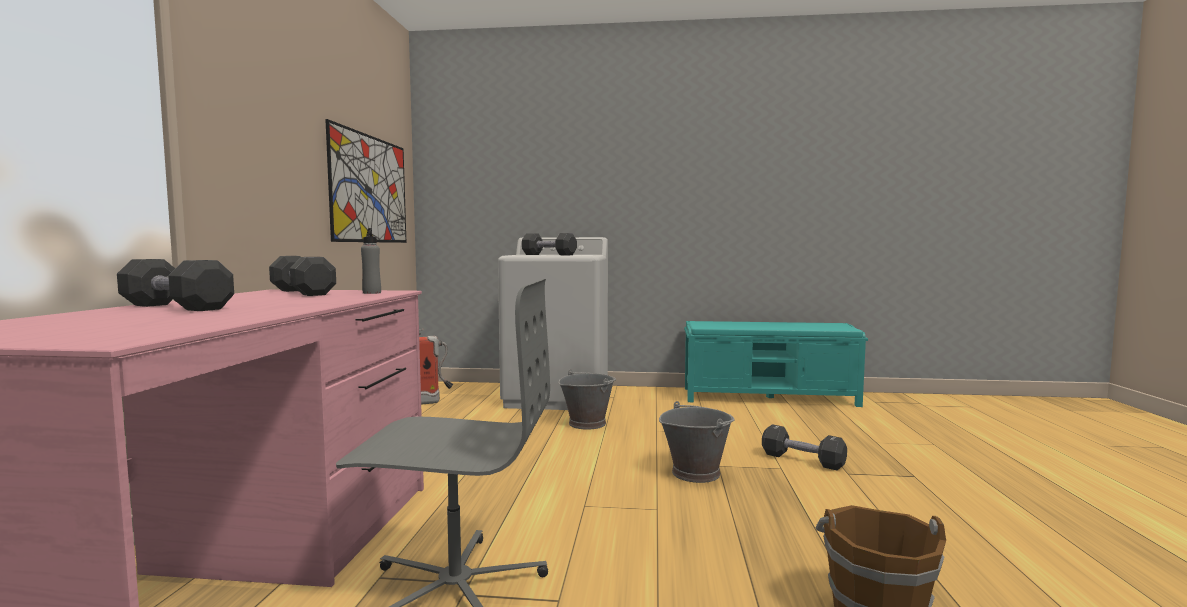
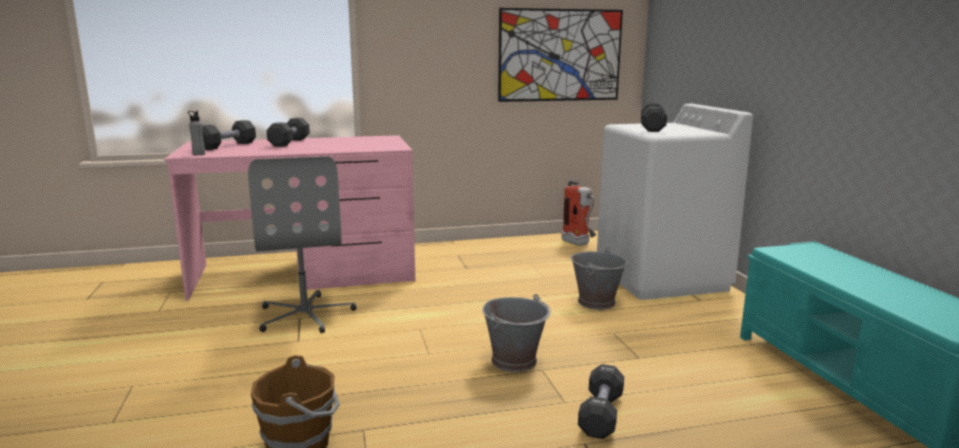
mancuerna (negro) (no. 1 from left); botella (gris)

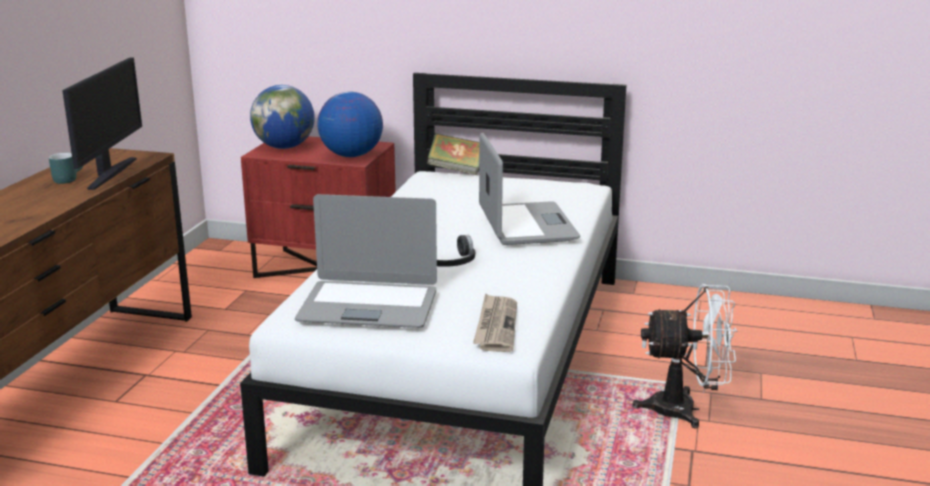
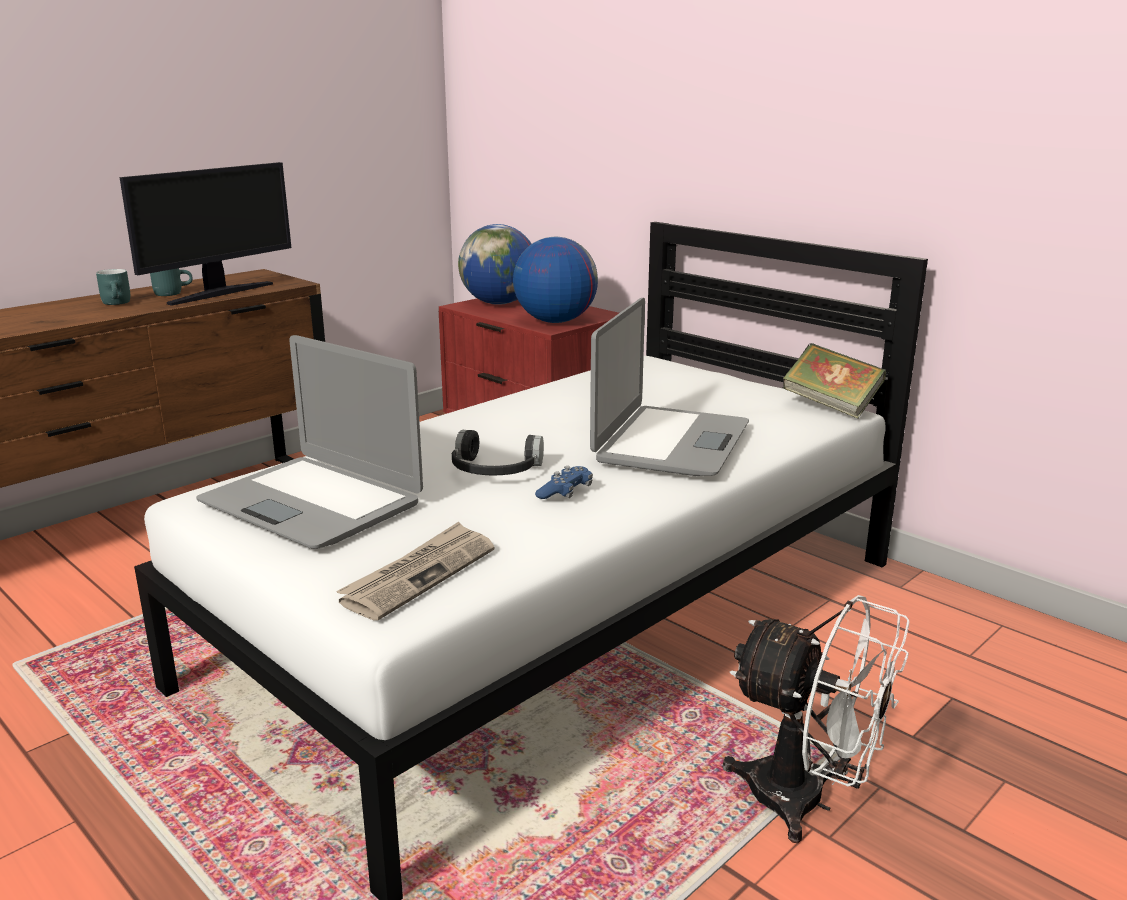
taza grande (turquesa) (no. 1 from left); mando de consola (azul); libro

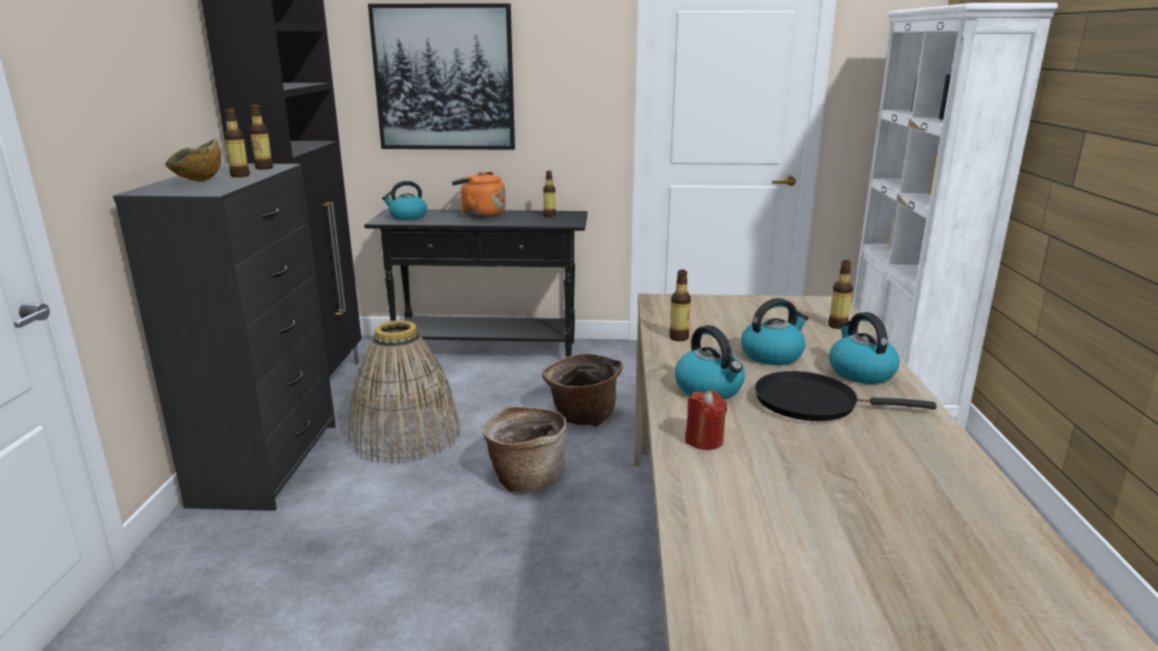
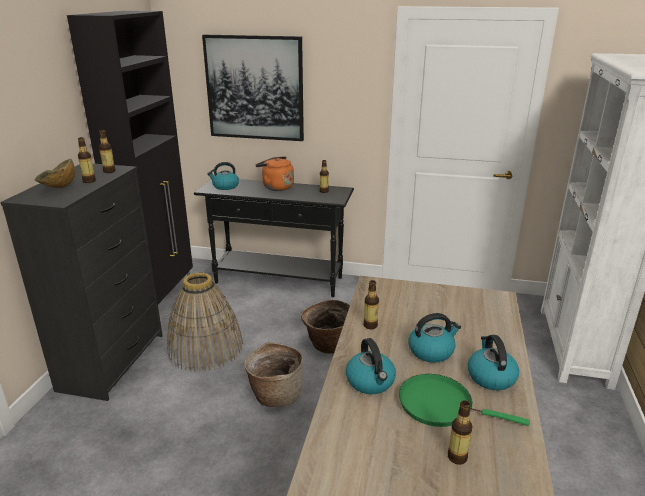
vela (rojo); botella (no. 5 from left); sartén (verde)

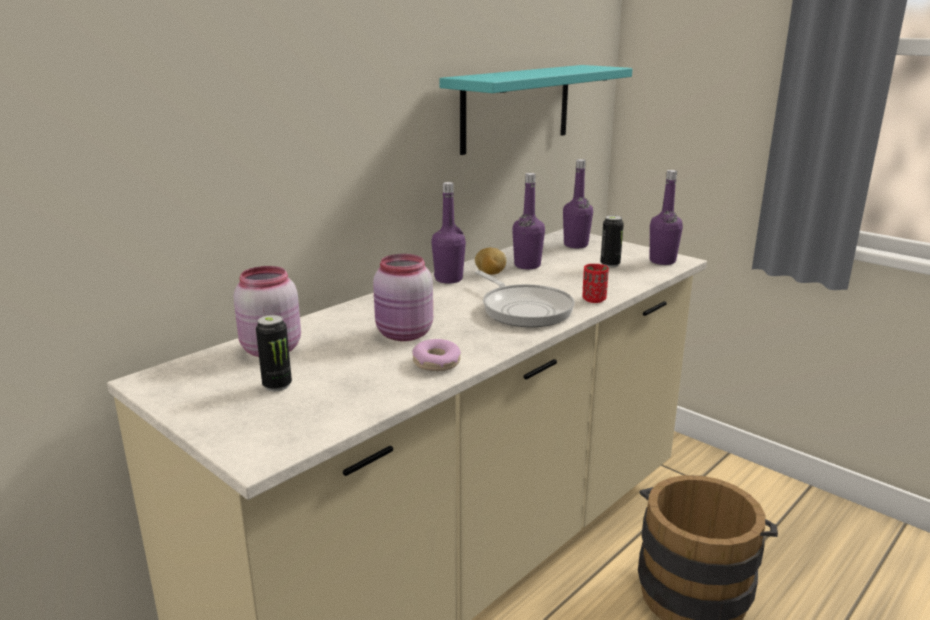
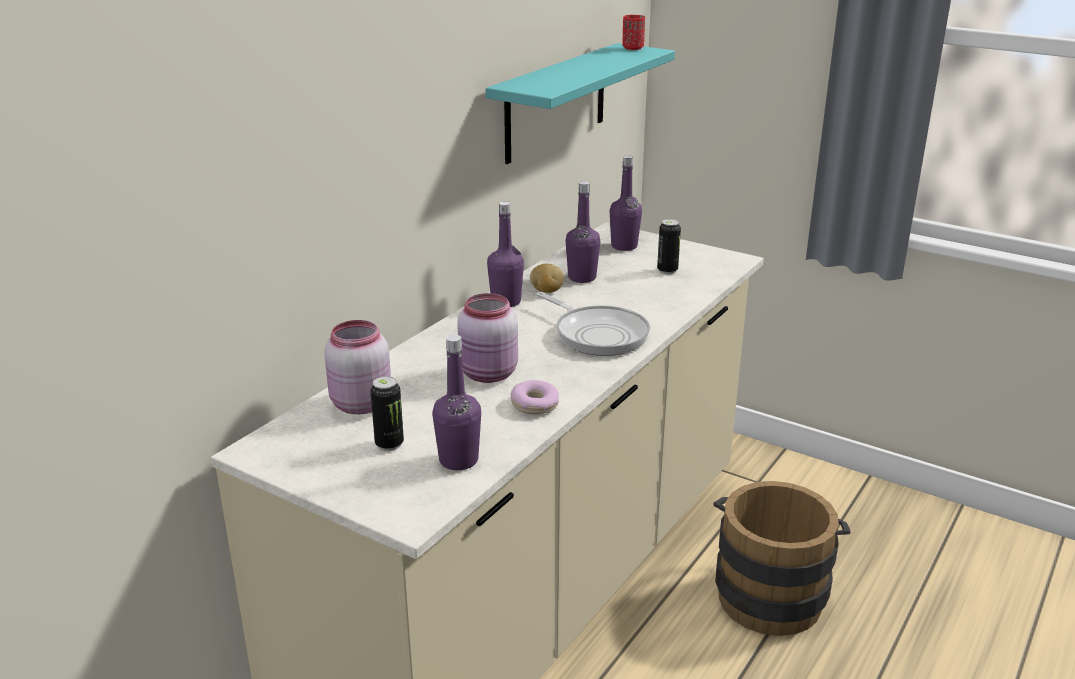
taza (rojo); botella (morado) (no. 1 from left)

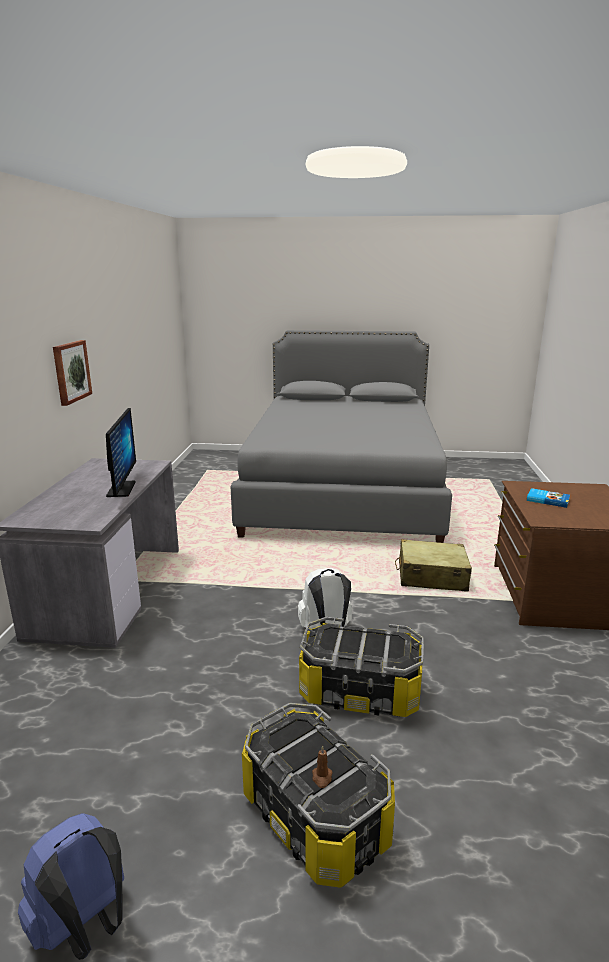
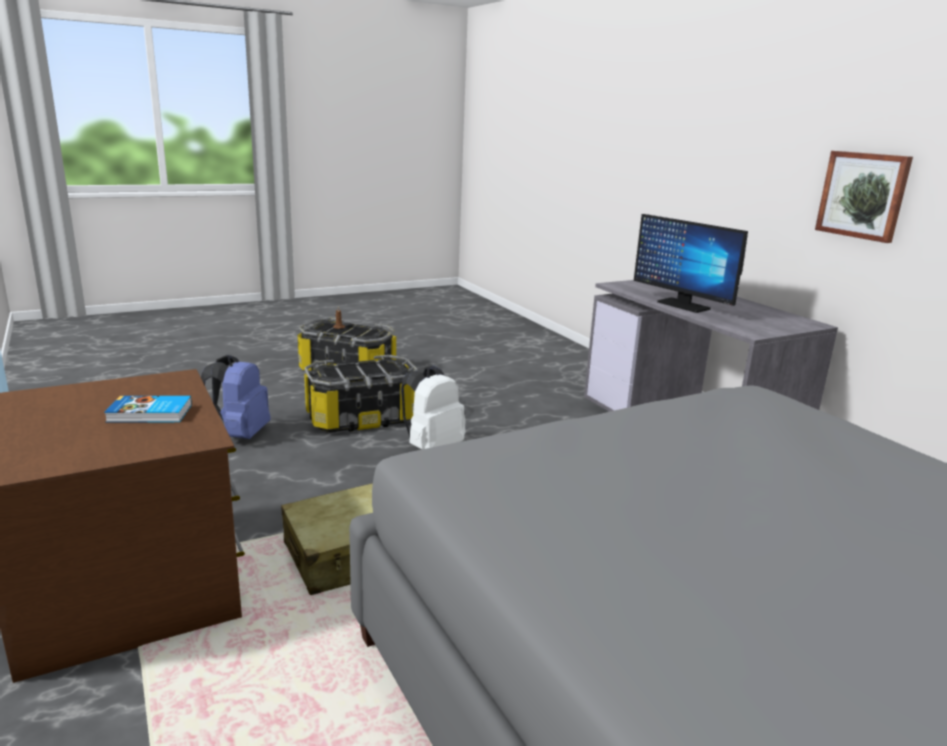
mochila (azul)

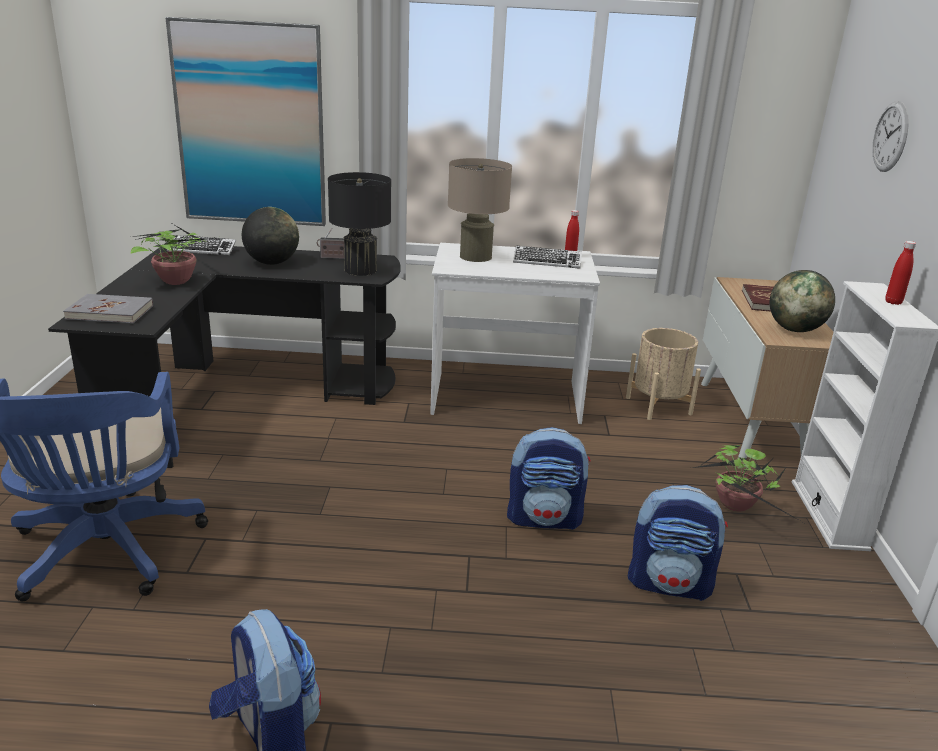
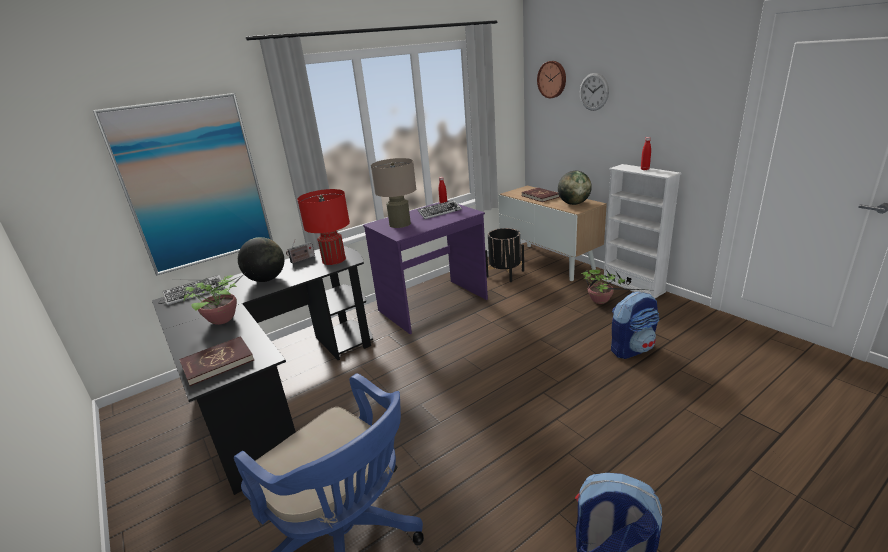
mochila (no. 2 from left in the first image); reloj de pared (no. 1 from left); libro (rojo) (no. 1 from left); lámpara de mesa (rojo); escritorio (morado); maceta (negro)

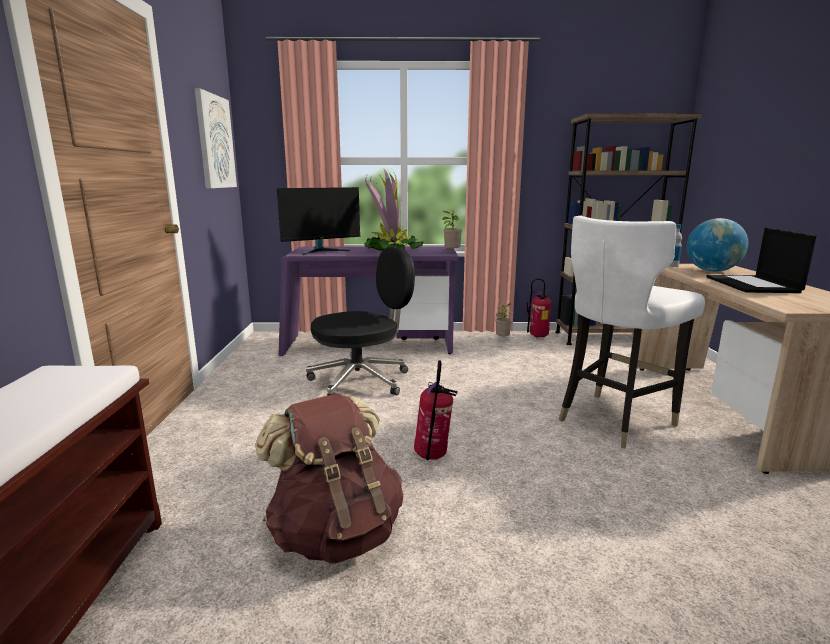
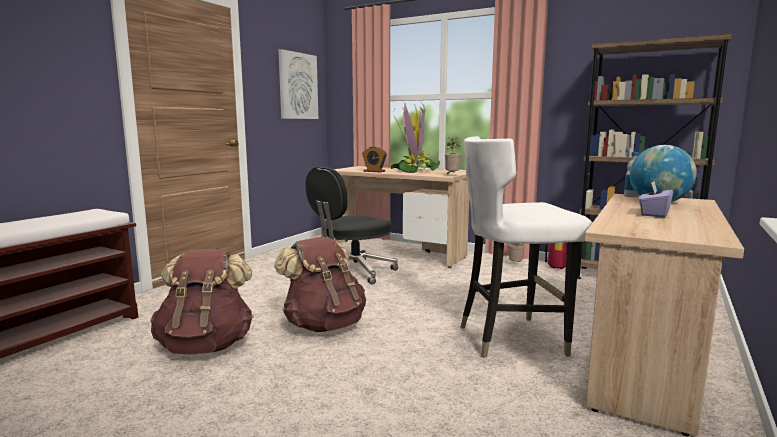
monitor; despertador; mochila (marrón) (no. 2 from left); caja de pañuelos (morado); escritorio (beis) (no. 1 from left); silla de oficina (negro)

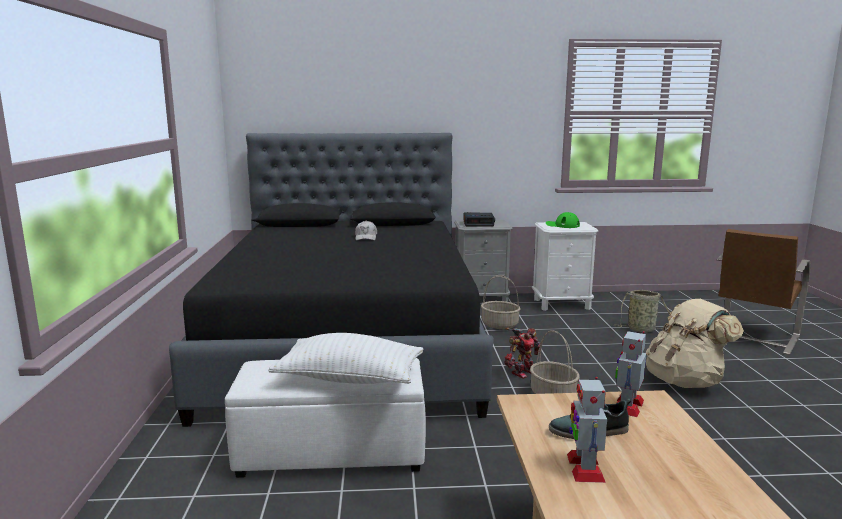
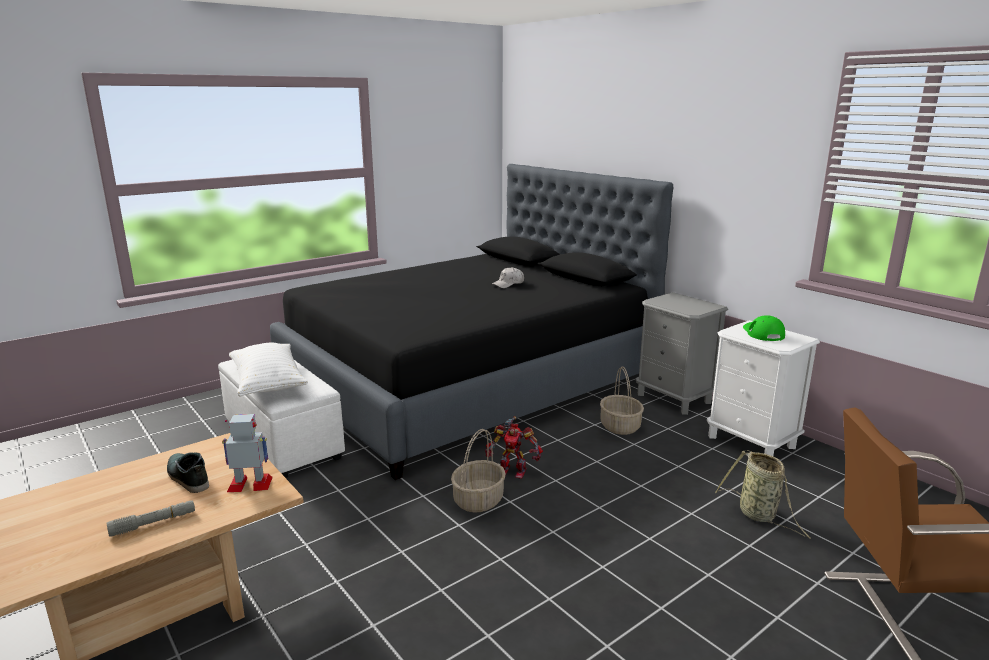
despertador; robot de juguete (no. 2 from left in the first image); mochila (beis); linterna (gris)

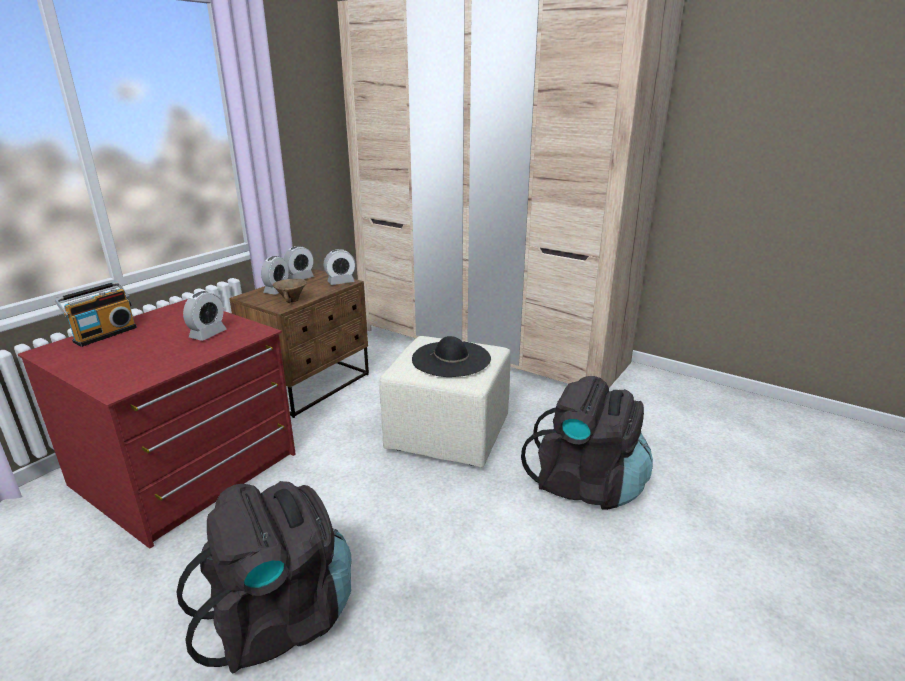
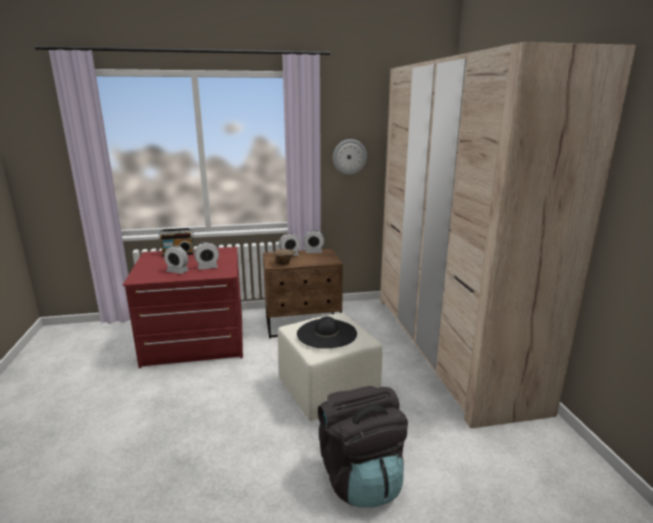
mochila (negro) (no. 1 from left in the first image); reloj de pared; despertador (no. 1 from left)

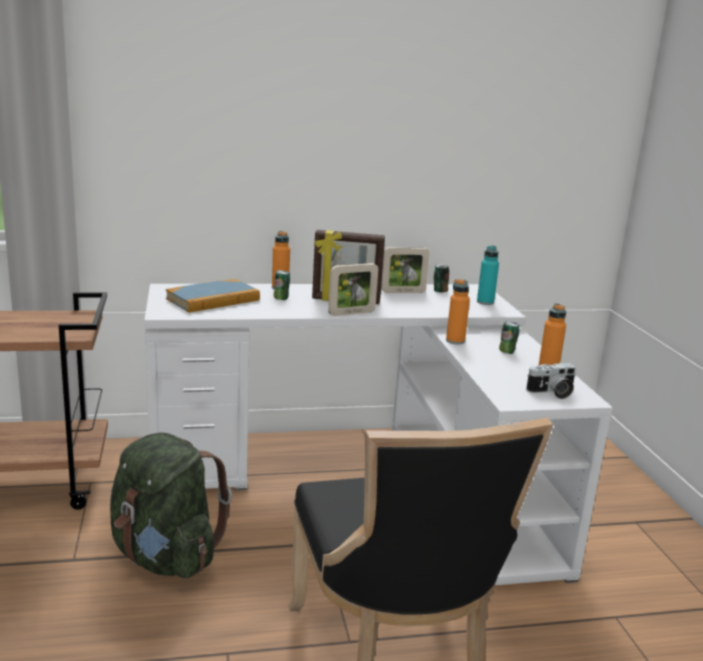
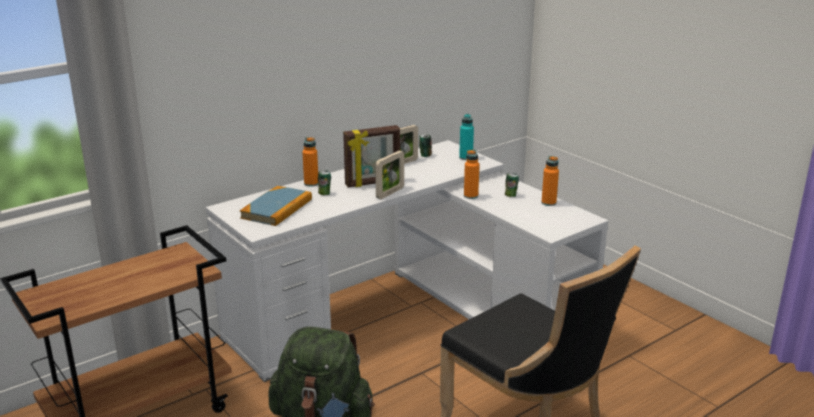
cámara

